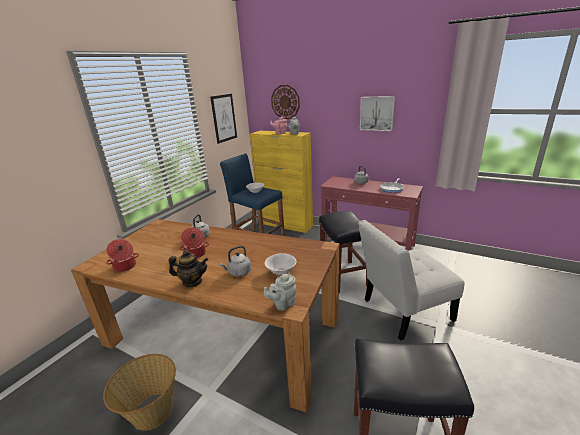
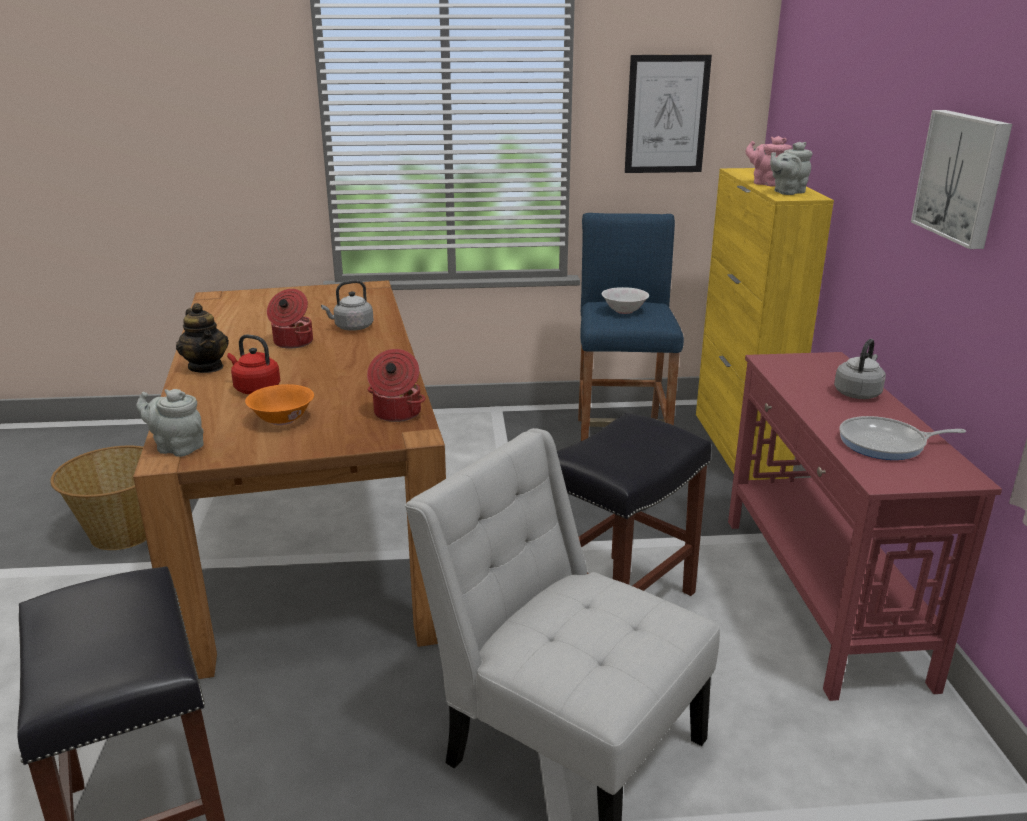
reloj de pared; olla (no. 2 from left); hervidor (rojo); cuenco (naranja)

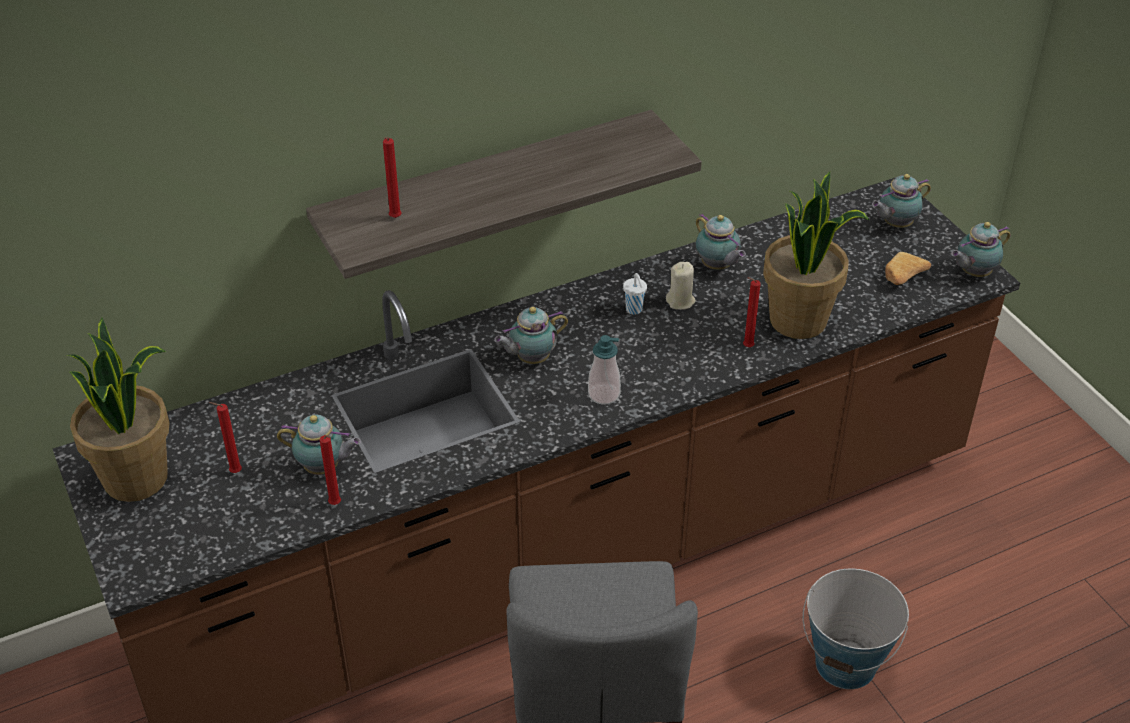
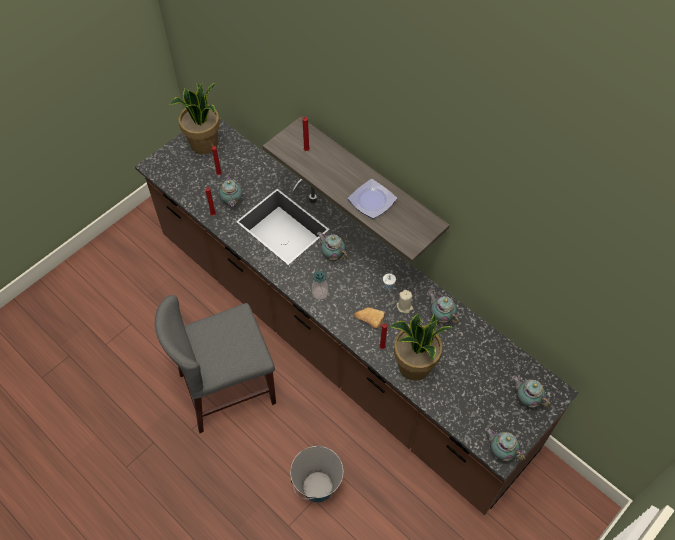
plato; pan; tetera (no. 3 from left)

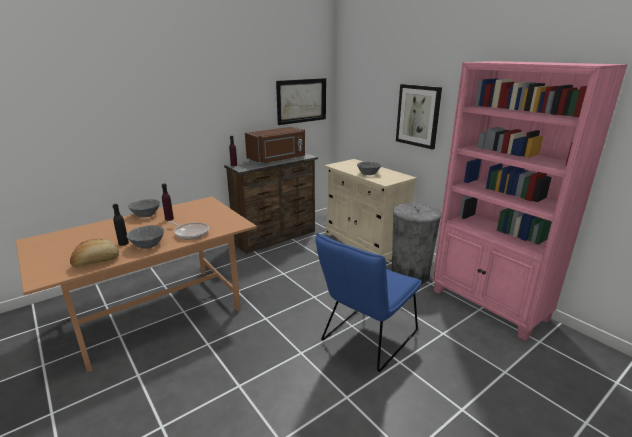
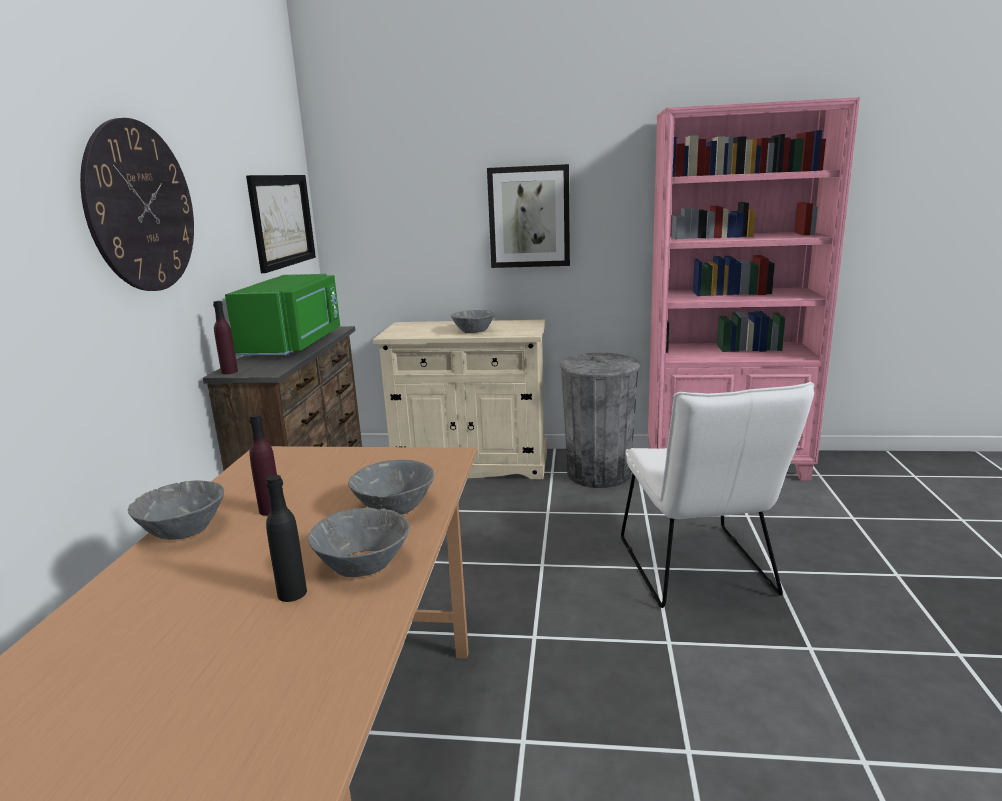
pan; reloj de pared; cuenco (gris) (no. 3 from left); microondas (verde); silla (blanco)

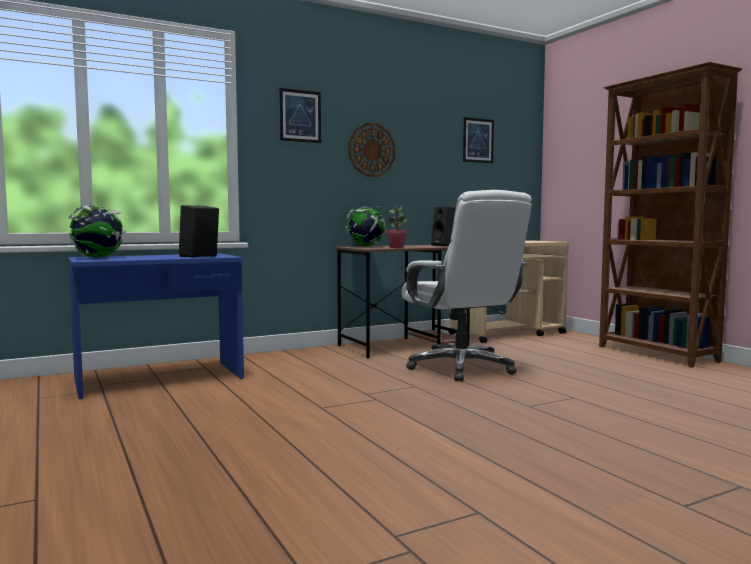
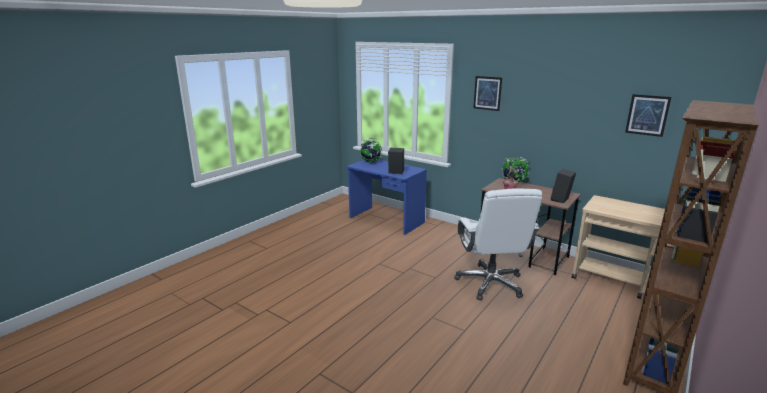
reloj de pared; silla de oficina (blanco)

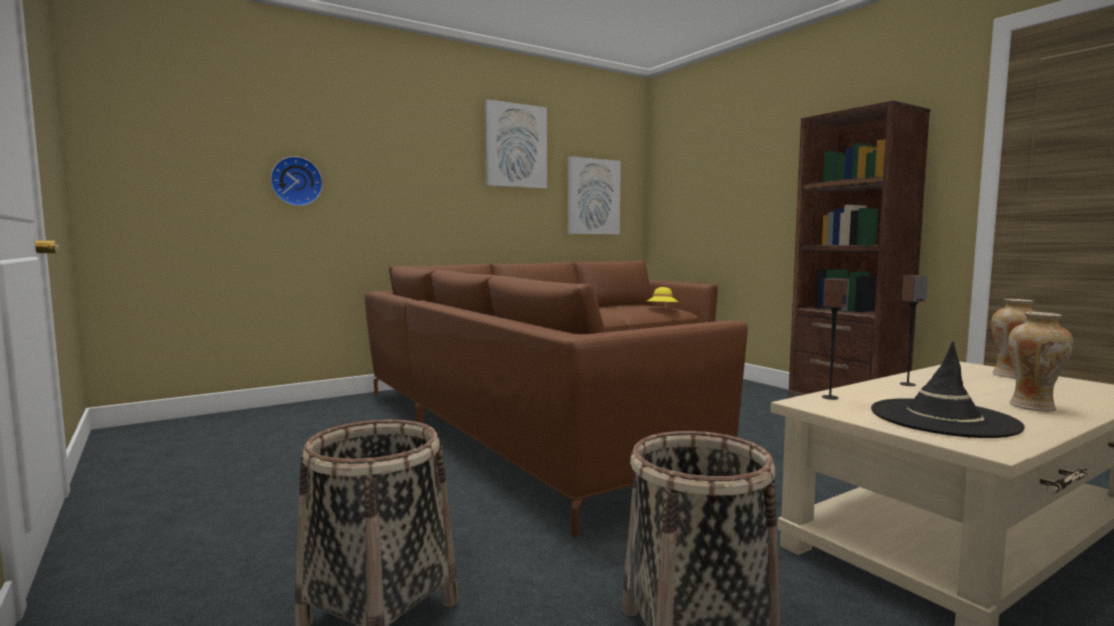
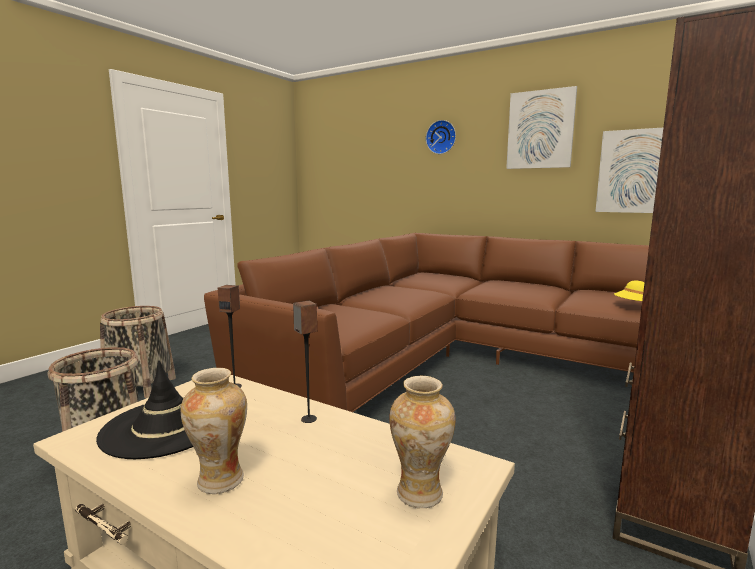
reloj de pared

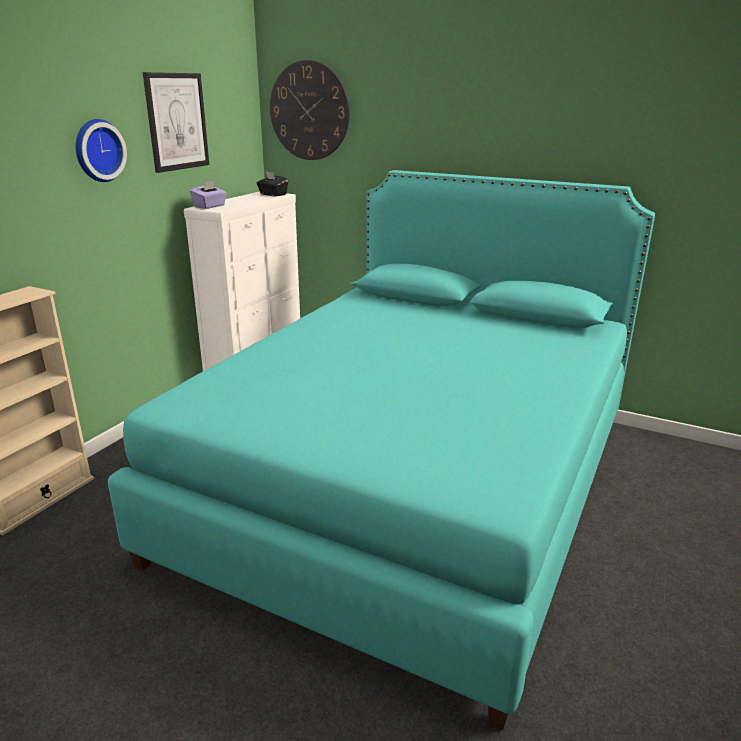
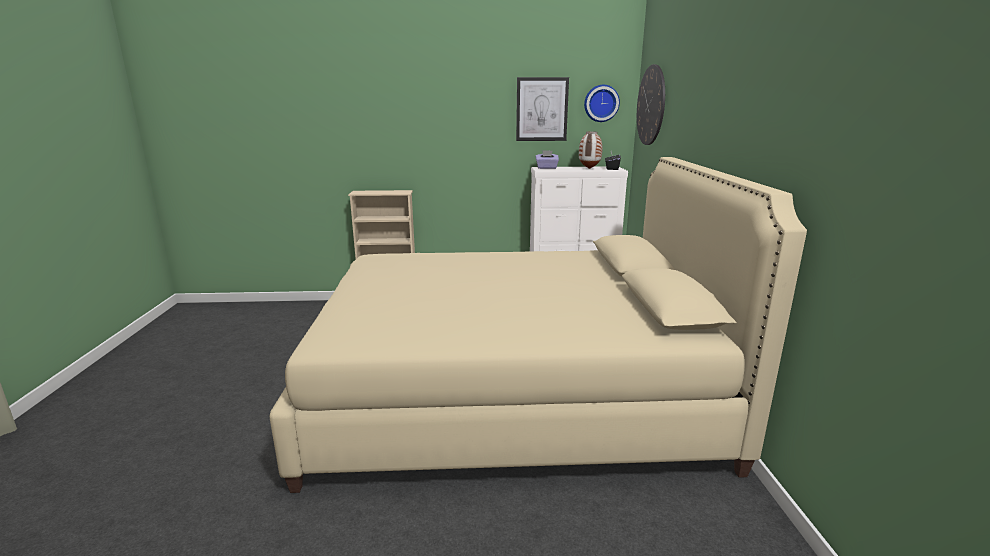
florero; reloj de pared (no. 1 from left); cama (beis)

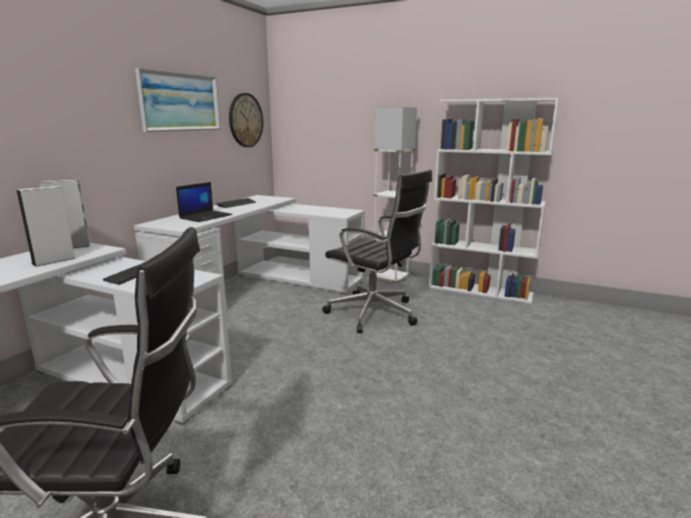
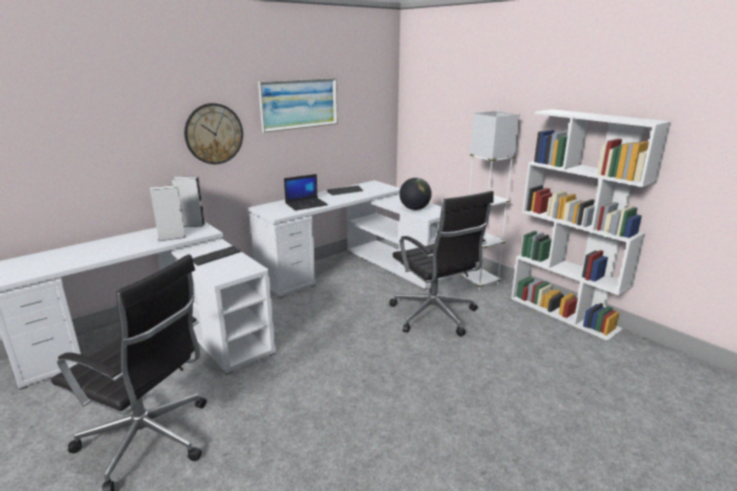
globo terráqueo; reloj de pared

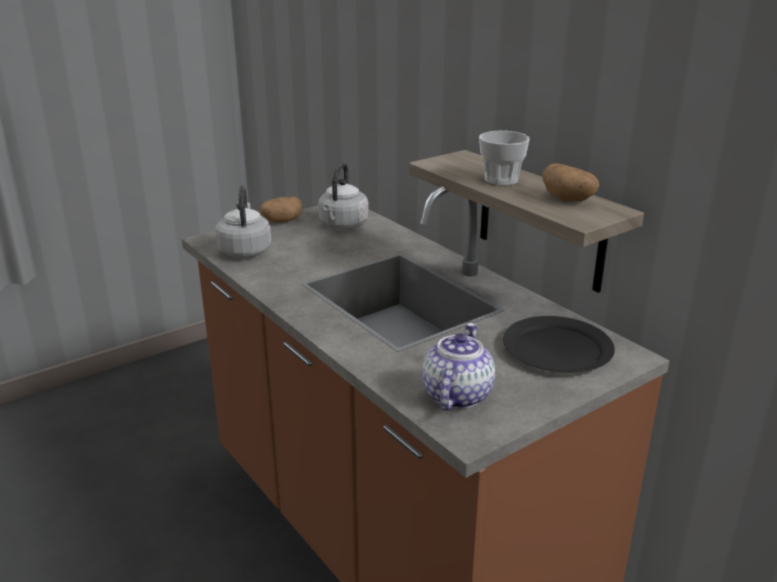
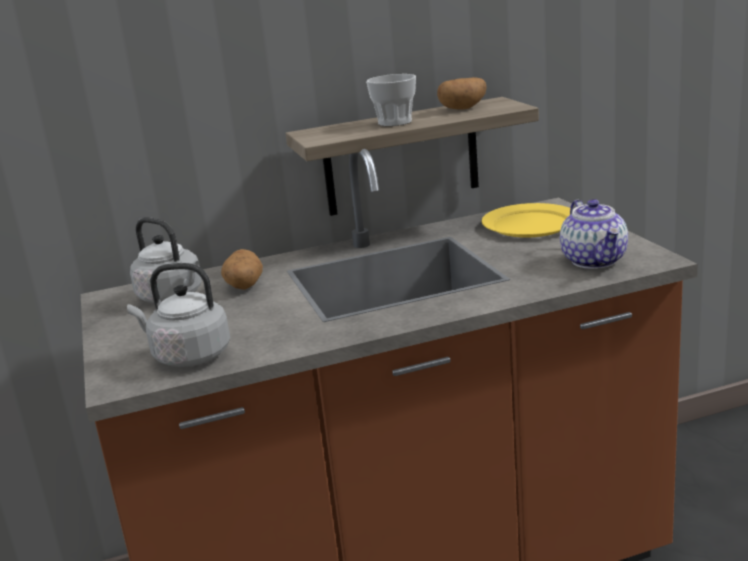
patata (no. 1 from left); plato (amarillo); tetera

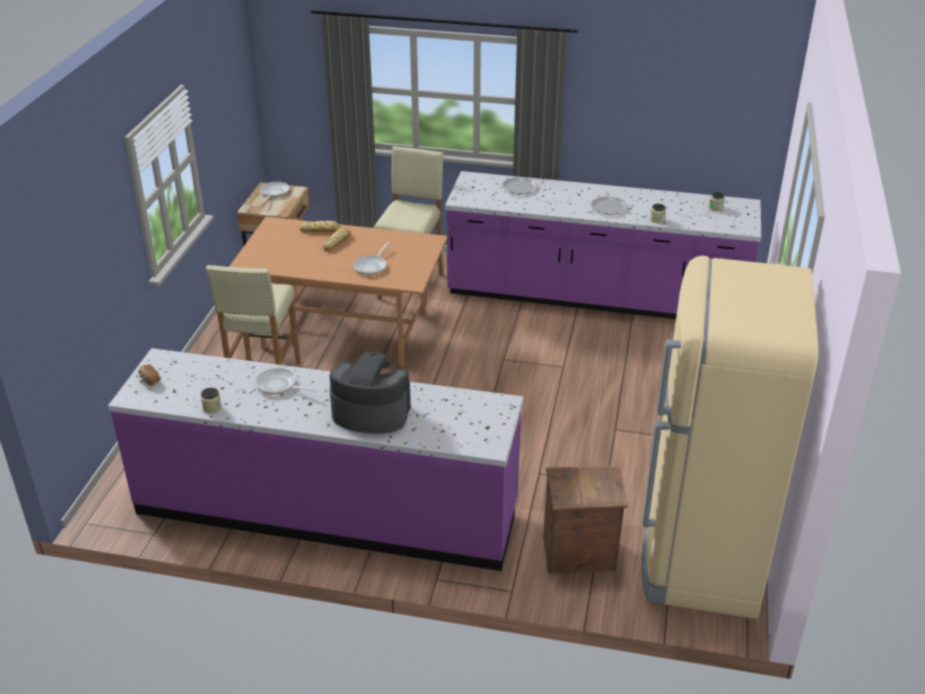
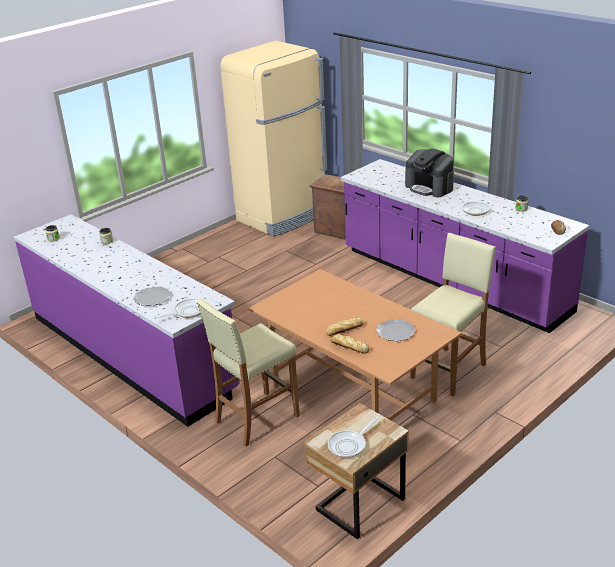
sartén (no. 1 from left); plato (no. 2 from left)

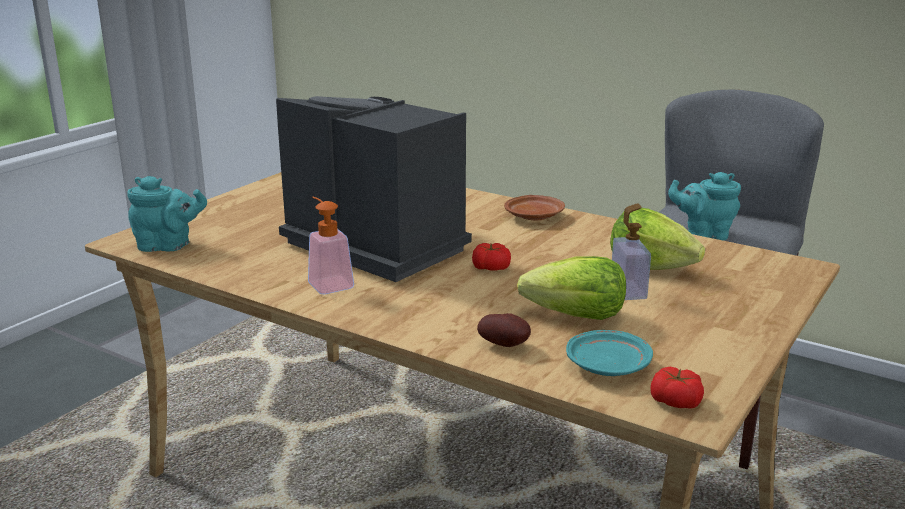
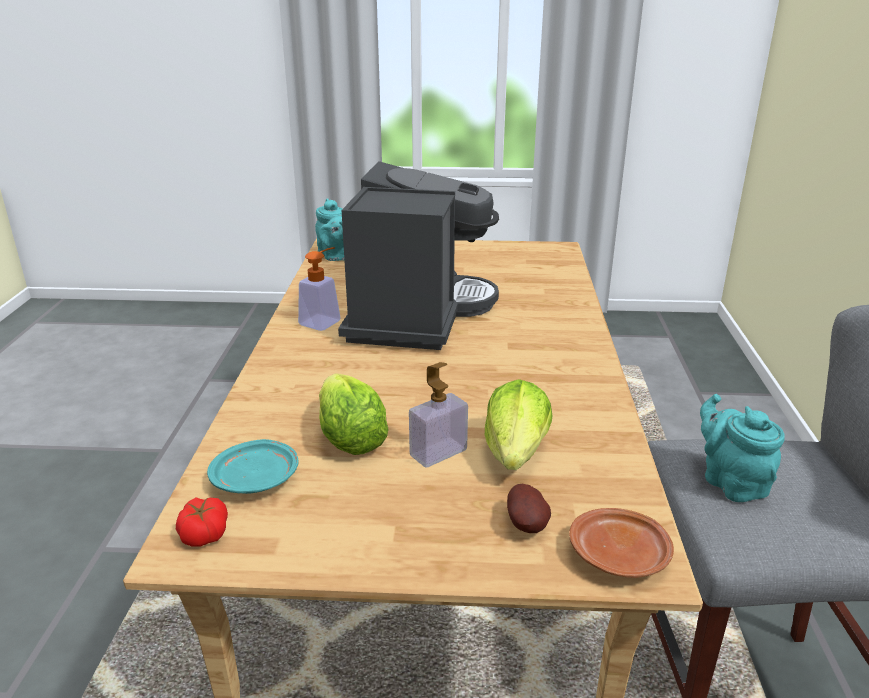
tomate (no. 1 from left in the first image); patata; plato (marrón)

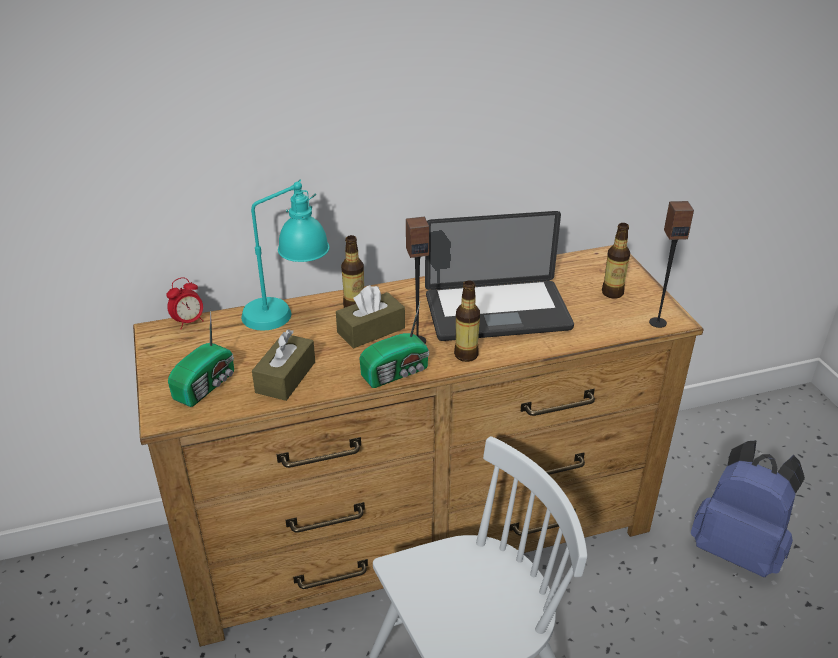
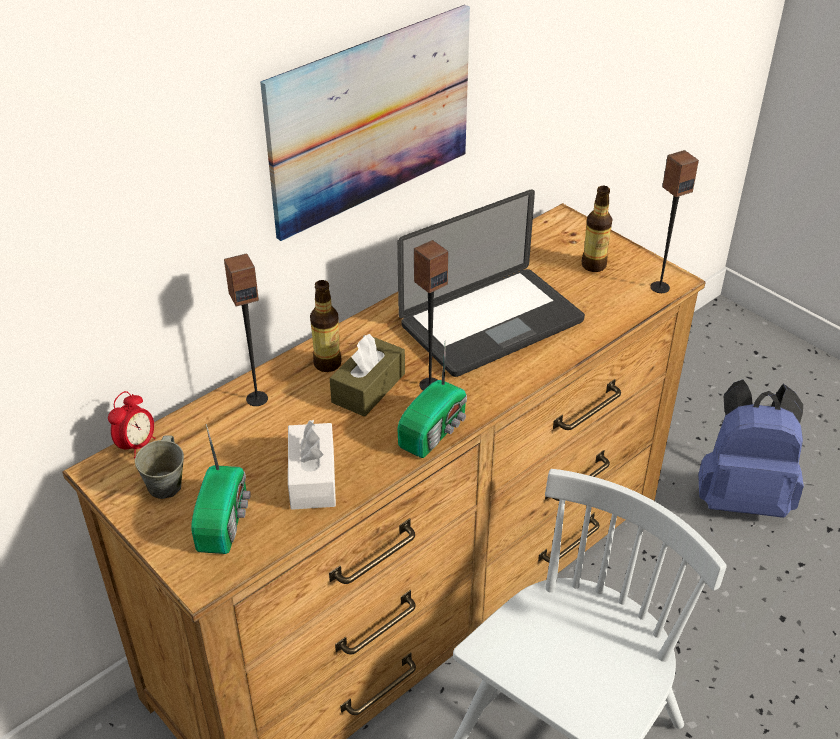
botella (no. 2 from left in the first image); taza grande (gris); cuadro; altavoz (no. 1 from left); caja de pañuelos (blanco)

